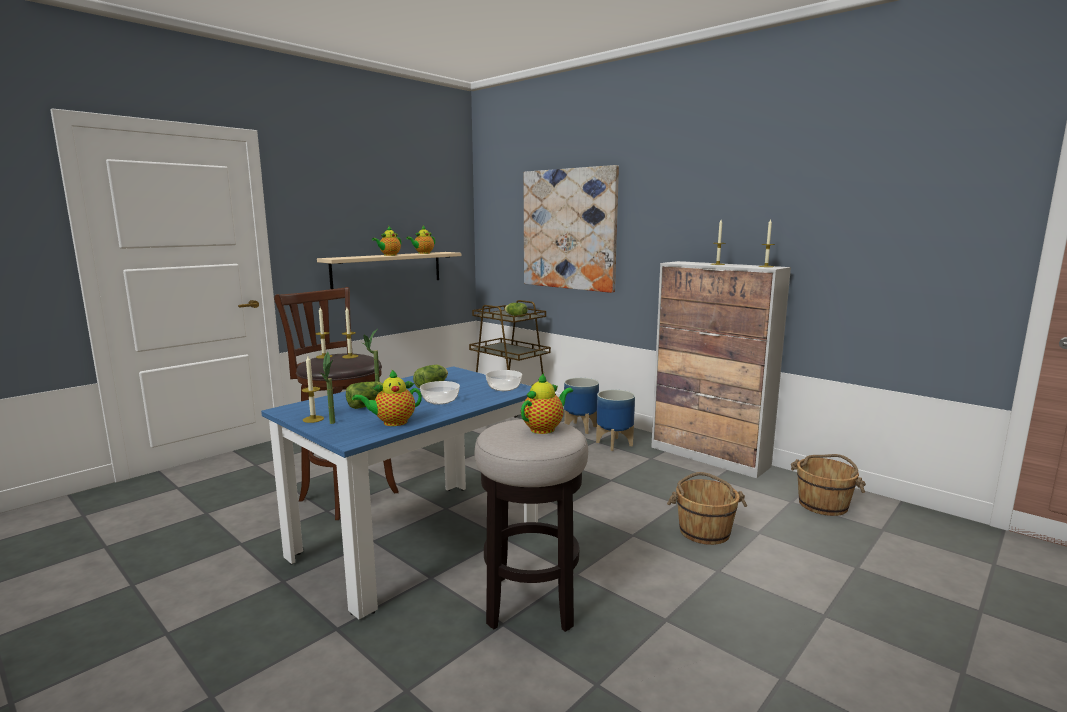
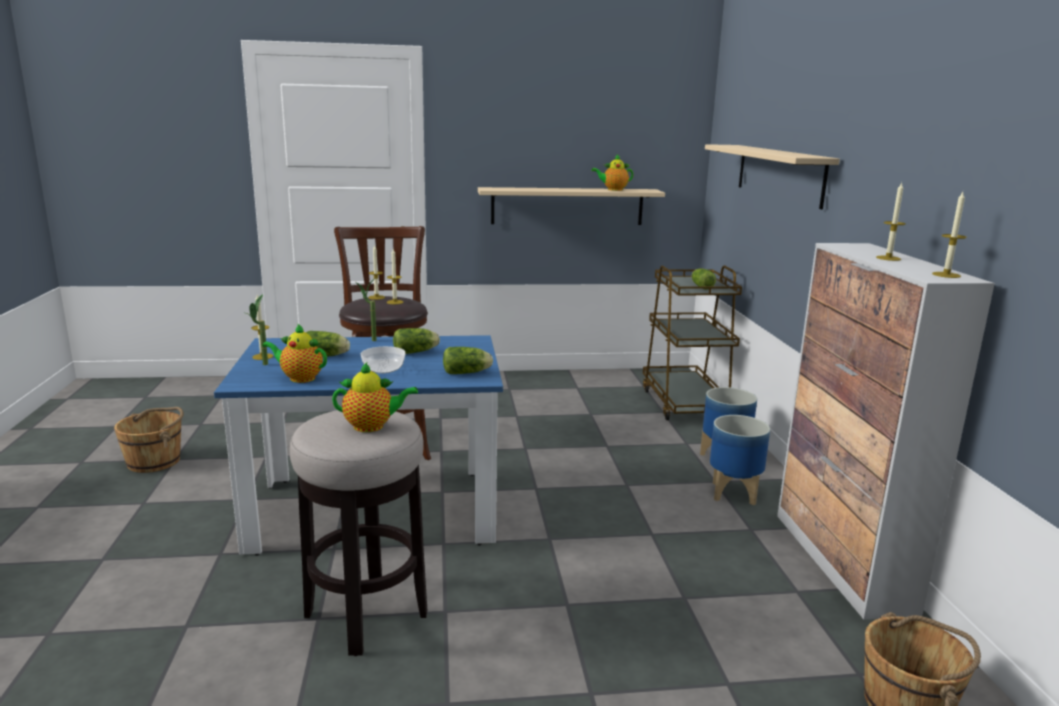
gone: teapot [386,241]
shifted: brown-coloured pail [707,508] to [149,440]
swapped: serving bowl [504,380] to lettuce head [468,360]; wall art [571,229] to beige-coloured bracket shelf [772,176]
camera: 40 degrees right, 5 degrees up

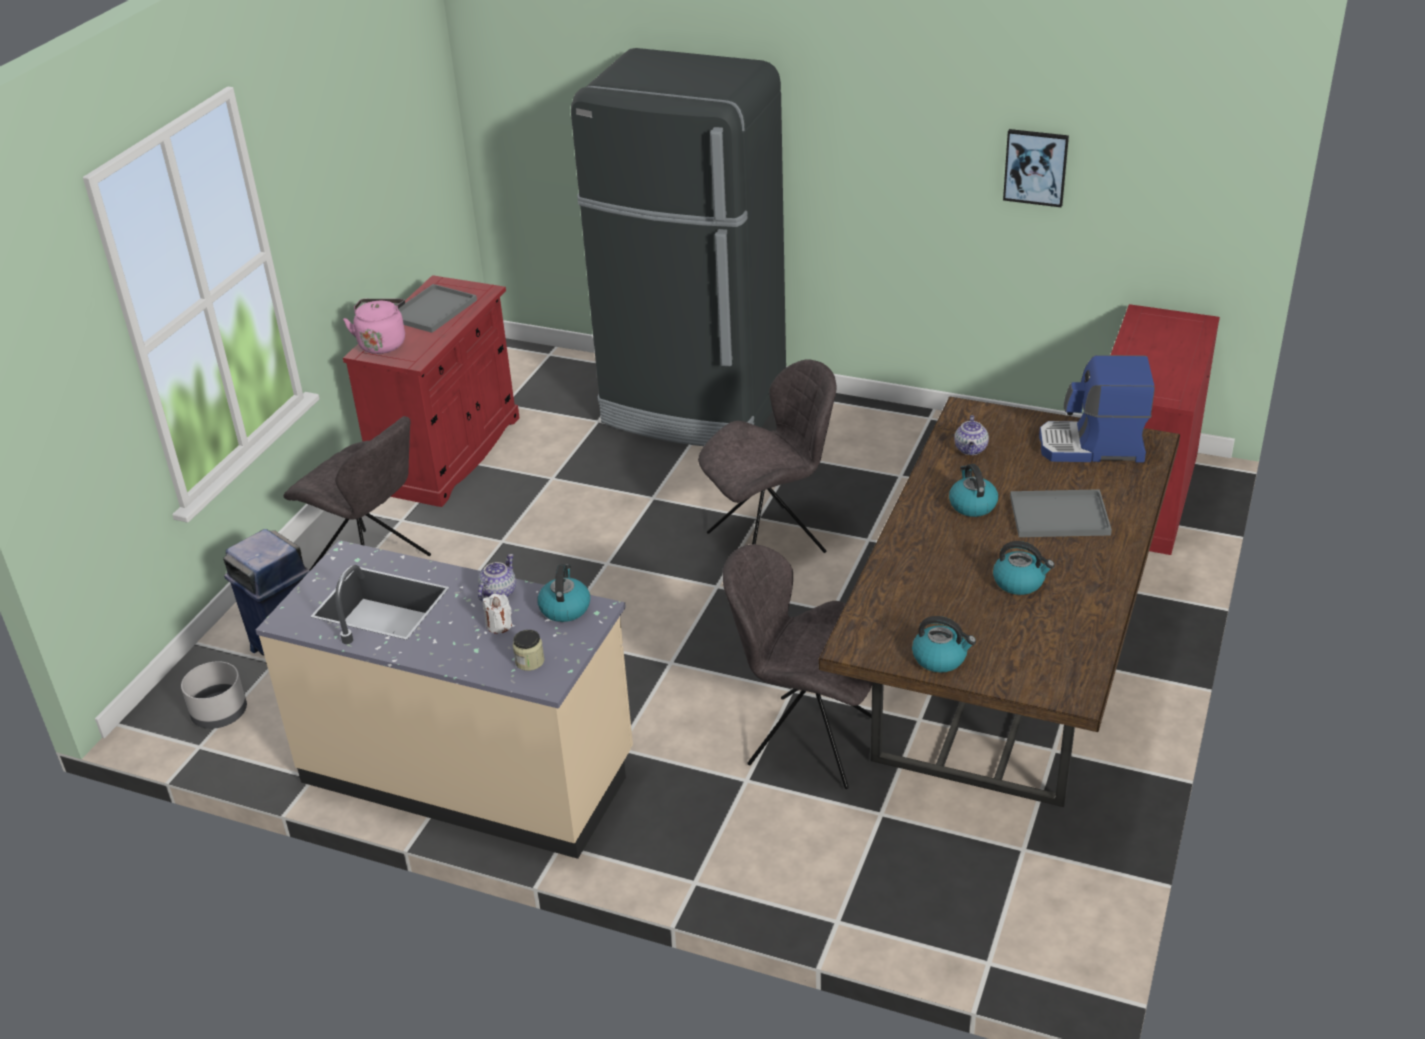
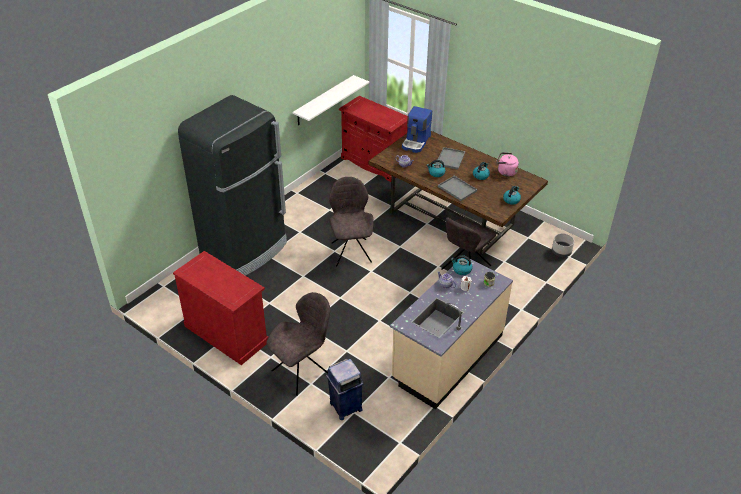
gone: wall art [1036,168]
new: white-coloured bracket shelf [330,100]
shifted: greyish plant pot [214,695] to [563,245]; pink-coloured kettle [374,326] to [507,164]; greyish carrying tray [438,308] to [457,188]
camera: 75 degrees left, 5 degrees up

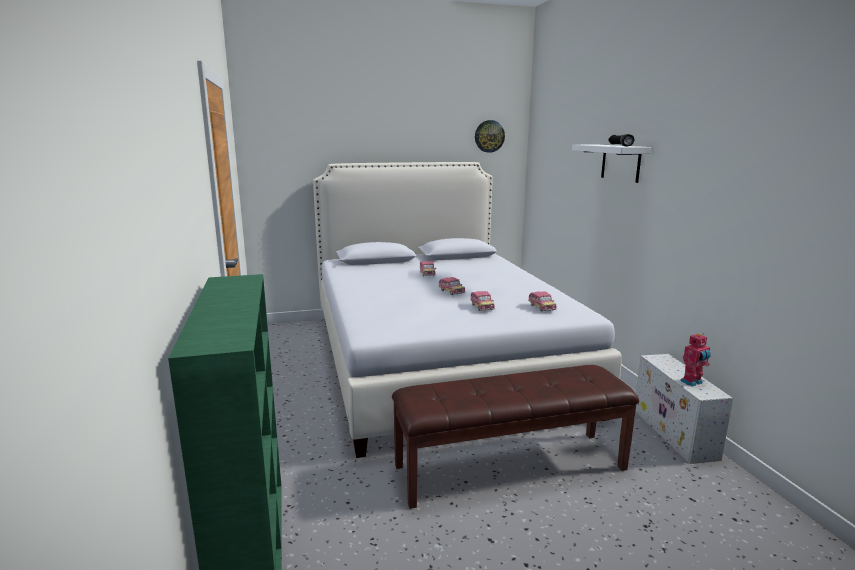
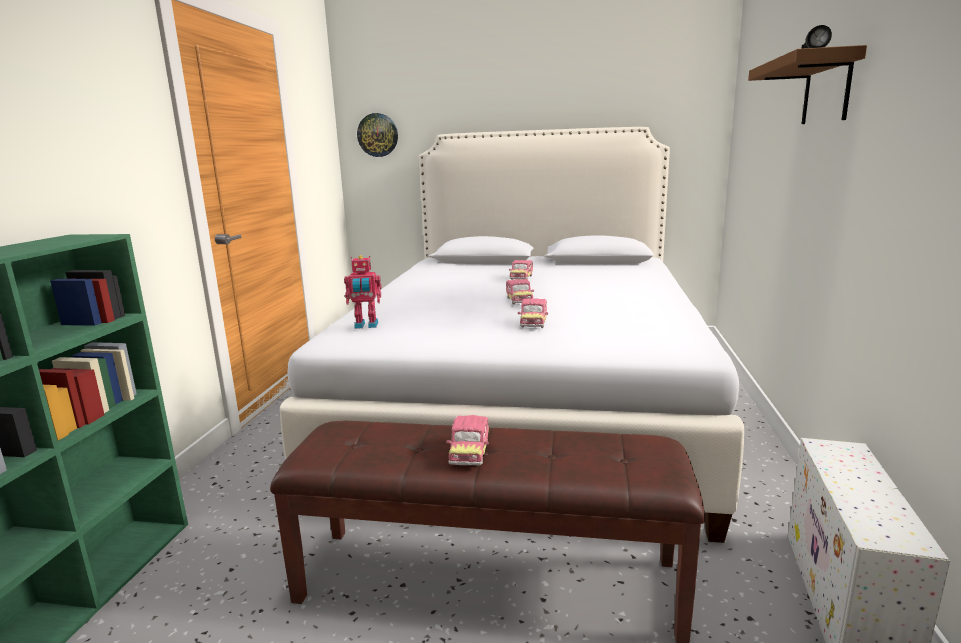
shifted: wall clock [490,136] to [377,135]; toy car [542,301] to [467,440]; model robot [695,360] to [363,292]
repainted: white-coloured bracket shelf [611,164] to brown-coloured bracket shelf [807,84]
camera: 25 degrees right, 0 degrees up

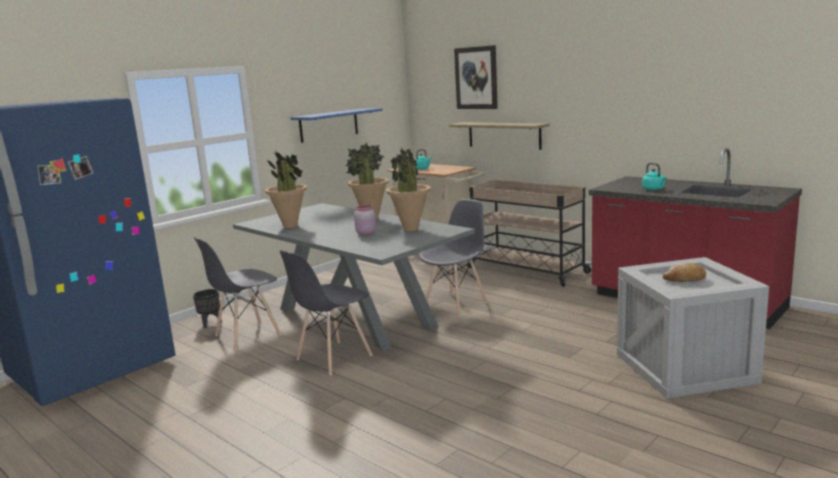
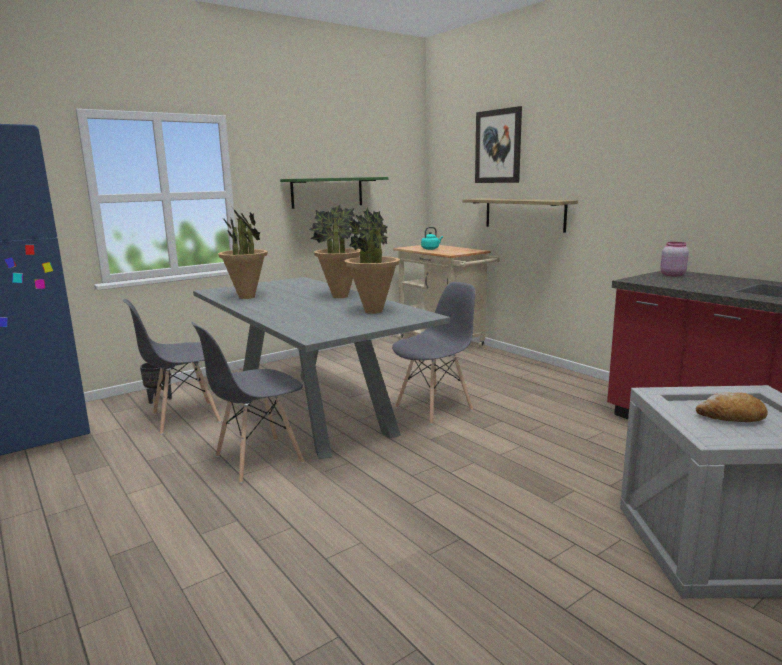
gone: beige-coloured trolley [529,233]; blue-green kettle [654,176]
shifted: pink-coloured preserve jar [365,220] to [674,259]
repainted: blue-coloured bracket shelf [336,125] to green-coloured bracket shelf [334,193]
camera: 10 degrees right, 0 degrees up

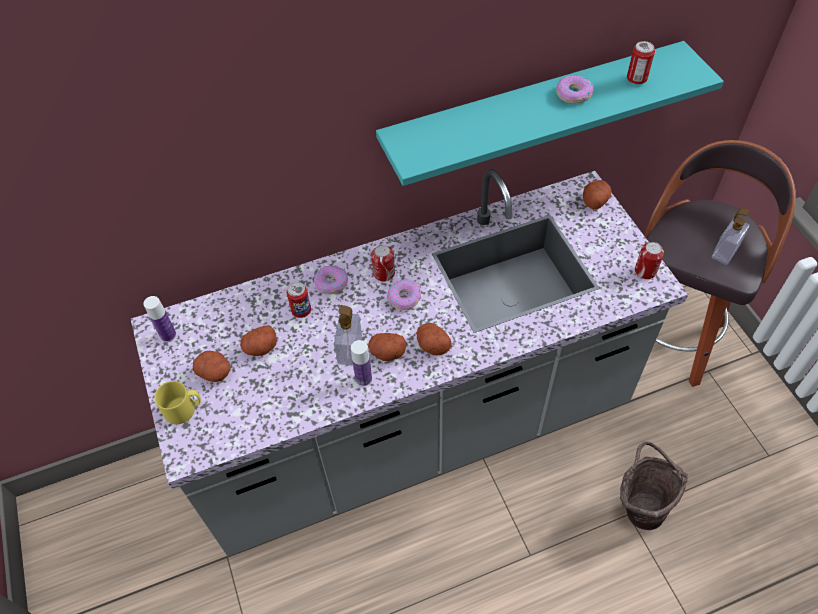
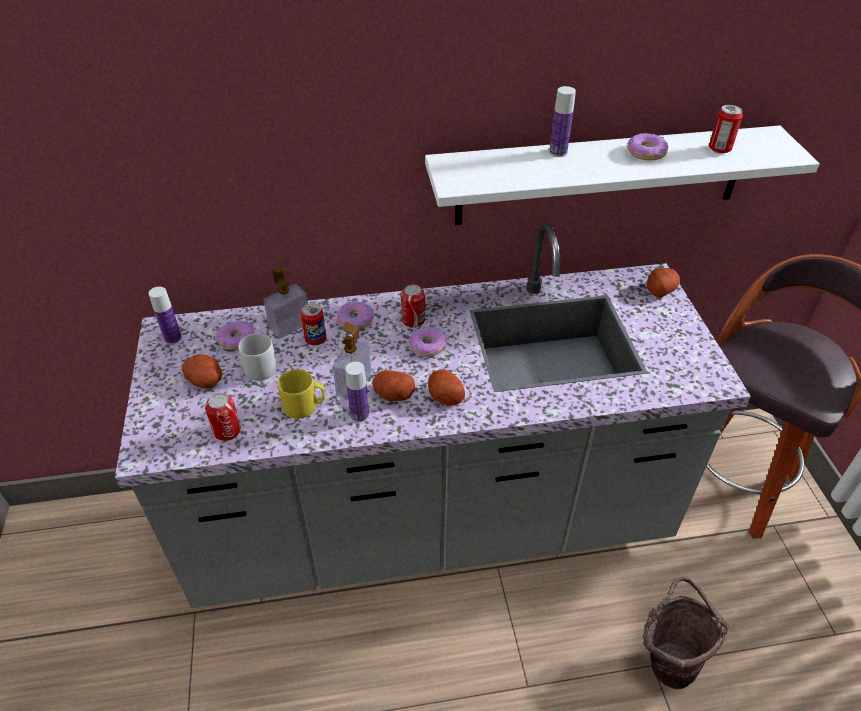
new: doughnut [235,335]; drink bottle [562,121]
shifted: yellowish mug [177,402] to [301,394]; sealed can [649,260] to [223,417]; soap bottle [731,236] to [285,302]
swapped: potato [258,340] to greyish mug [257,357]
repainted: blue-green bracket shelf [550,113] to white-coloured bracket shelf [622,175]
camera: 10 degrees right, 10 degrees down

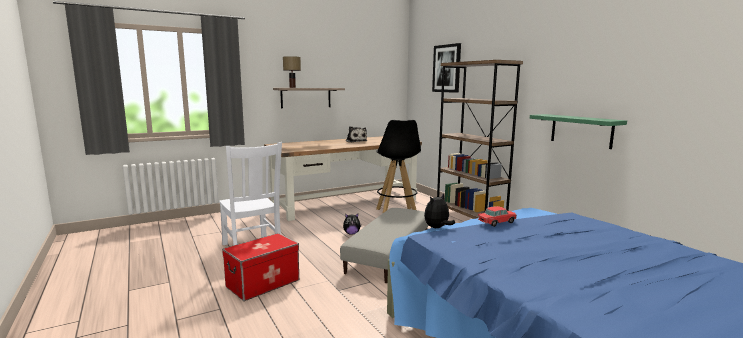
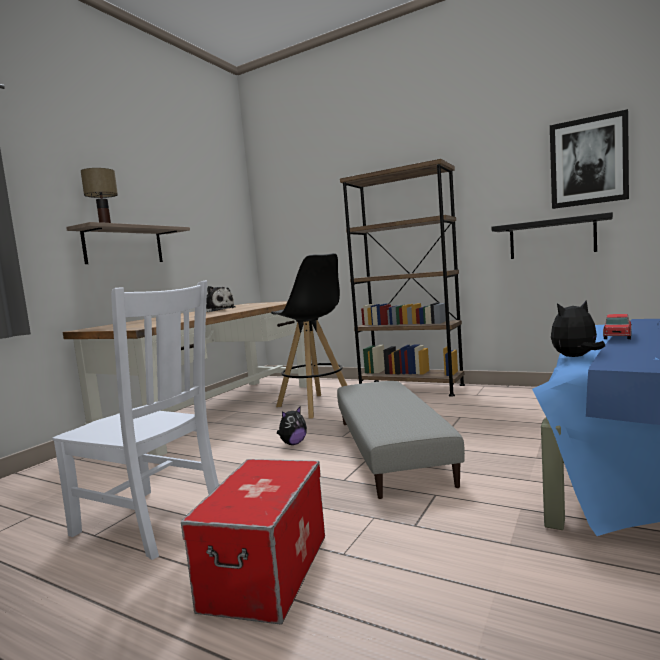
shifted: wall art [446,68] to [589,159]
repainted: green-coloured bracket shelf [578,131] to black-coloured bracket shelf [552,235]
rotated: soft toy [439,210] = [578,328] 60 degrees clockwise
camera: 30 degrees left, 5 degrees down

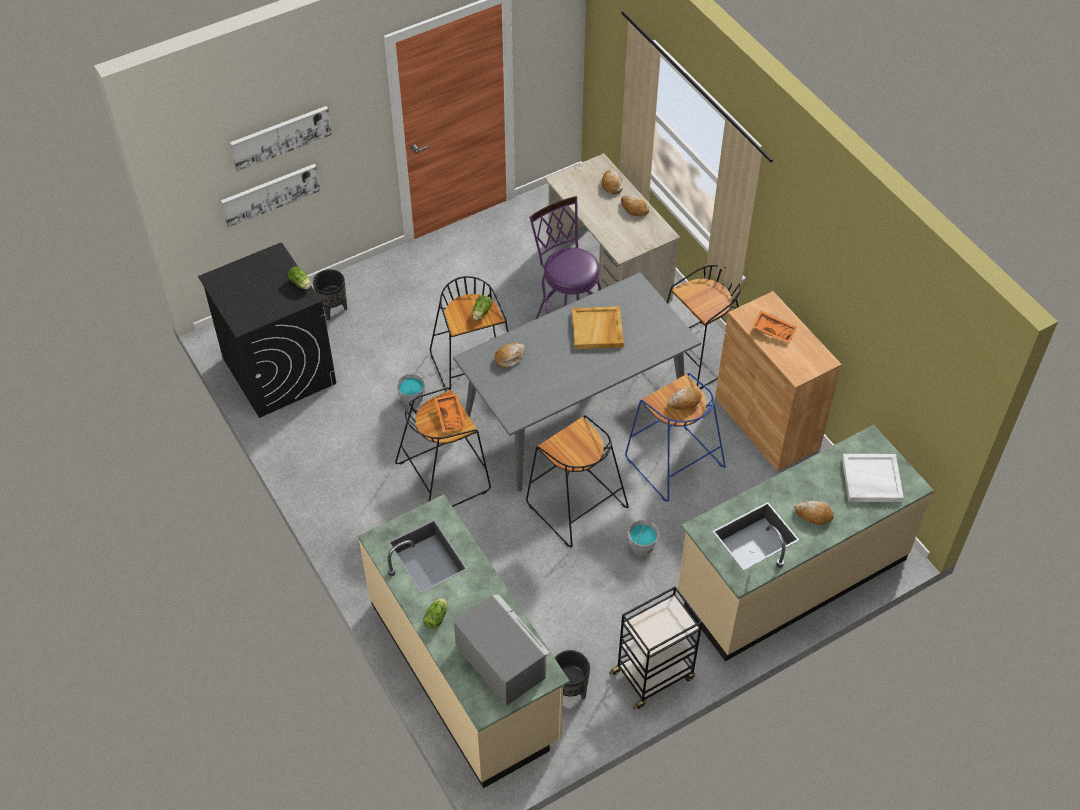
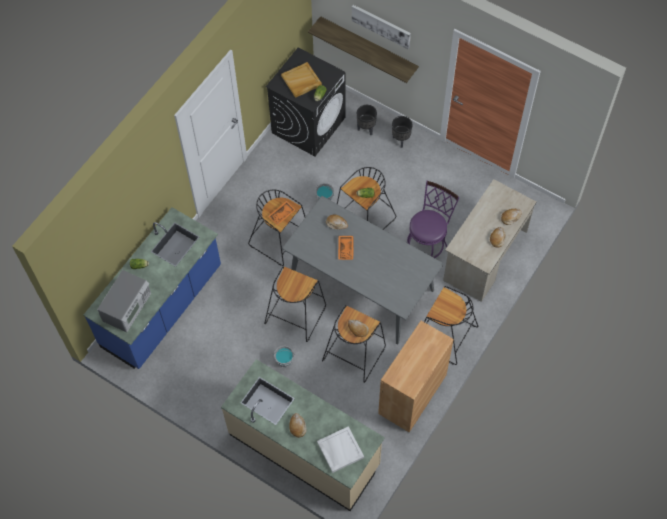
gone: black-coloured trolley [655,648]
shifted: black-coloured plant pot [572,675] to [402,132]; beige-coloured carrying tray [598,327] to [301,80]; orangey carrying tray [774,326] to [345,248]
swapped: wall art [270,196] to bracket shelf [363,49]
repainted: beige-coloured counter [464,641] to blue-coloured counter [152,288]; blue-coloured sitting stool [675,437] to black-coloured sitting stool [354,344]
camera: 65 degrees right, 10 degrees up

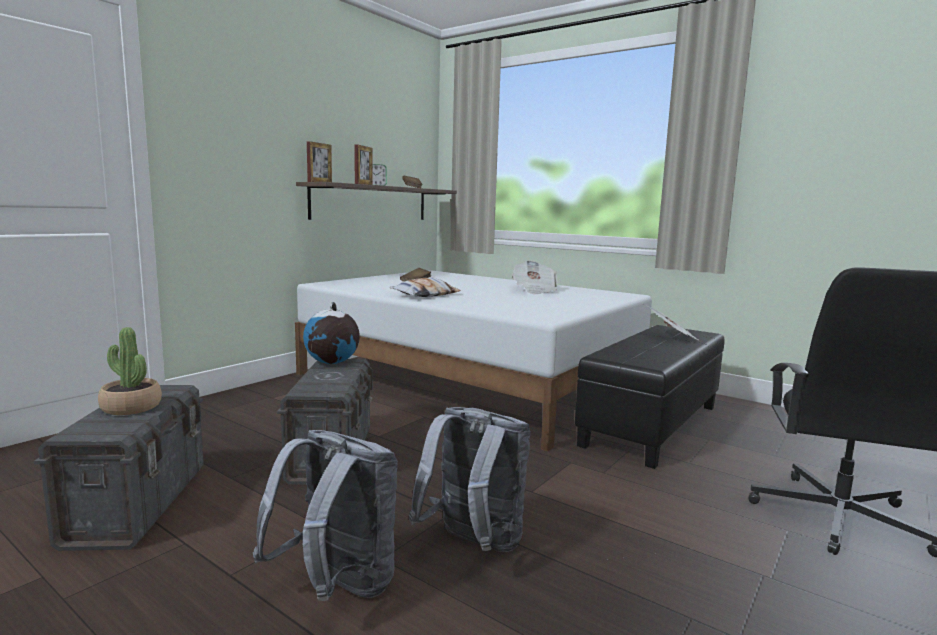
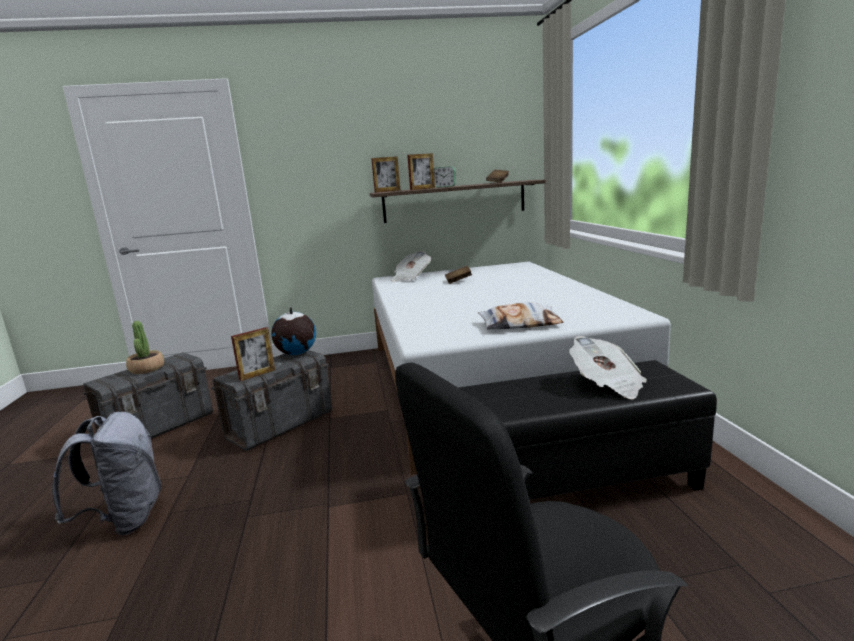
gone: greyish backpack [470,479]
new: photo frame [253,354]
shifted: cushion [425,287] to [520,315]; printed paper [534,277] to [411,266]
camera: 45 degrees right, 5 degrees up

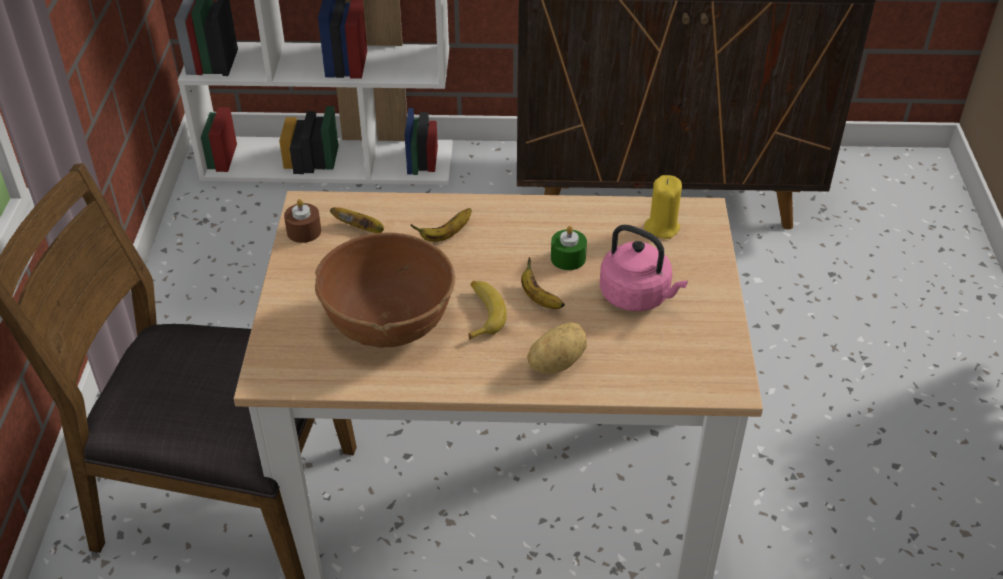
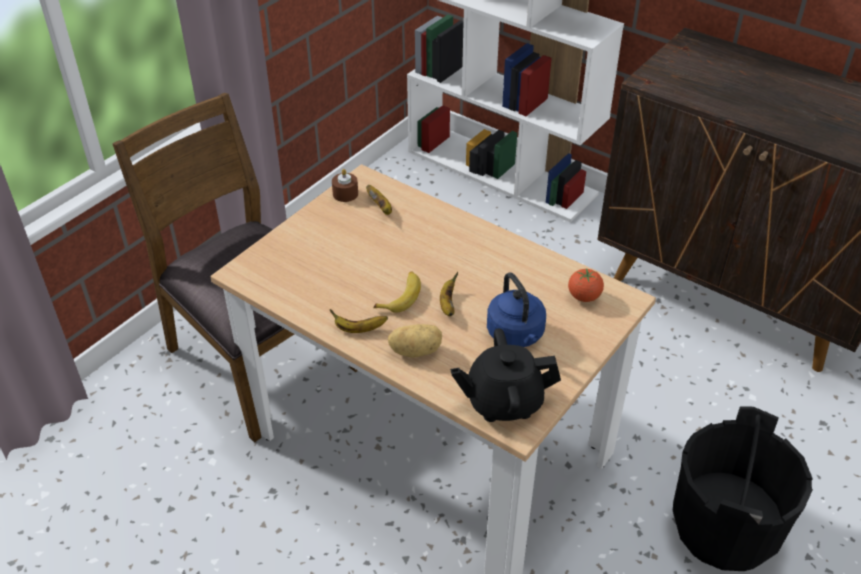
gone: brown-coloured serving bowl [385,290]; green-coloured wax candle [569,248]
new: black-coloured teapot [505,375]; black-coloured pail [743,489]
shifted: whole banana [441,225] to [358,321]
swapped: yellowish wax candle [663,207] to tomato [586,285]
repainted: pink-coloured kettle [644,267] to blue-coloured kettle [516,309]
camera: 35 degrees right, 0 degrees up

